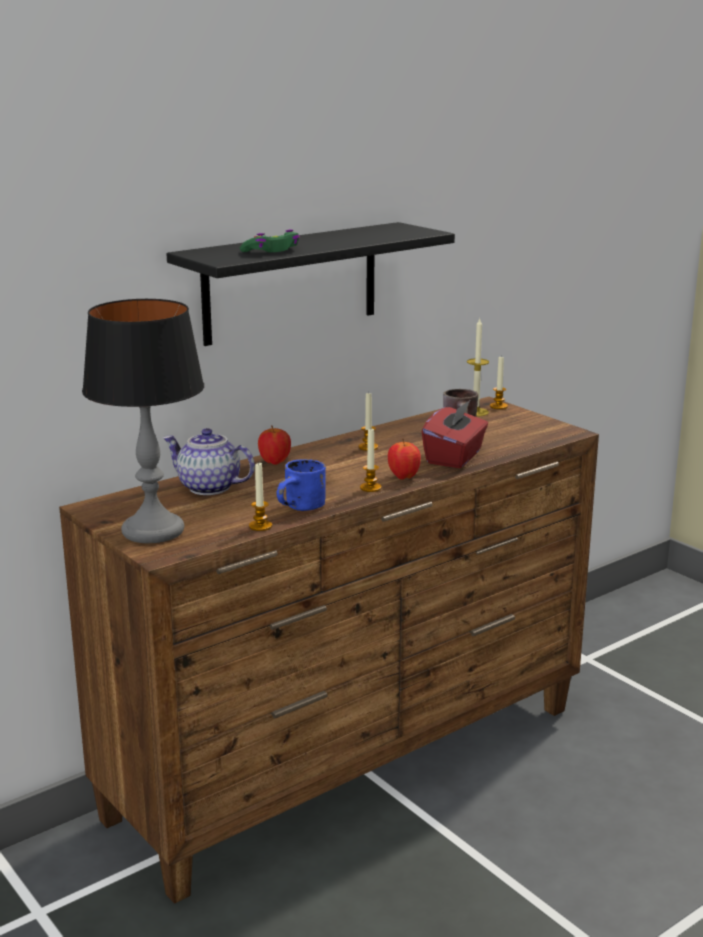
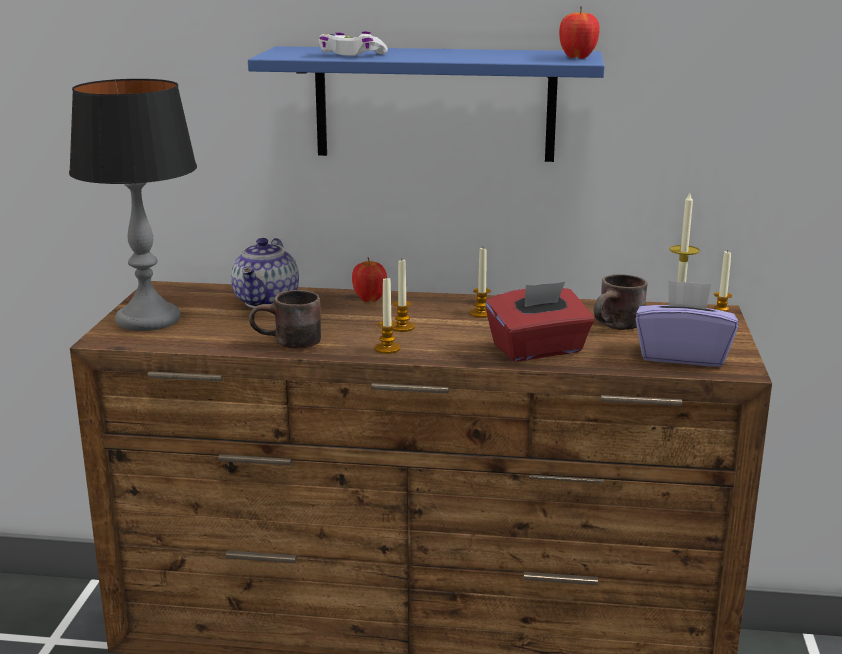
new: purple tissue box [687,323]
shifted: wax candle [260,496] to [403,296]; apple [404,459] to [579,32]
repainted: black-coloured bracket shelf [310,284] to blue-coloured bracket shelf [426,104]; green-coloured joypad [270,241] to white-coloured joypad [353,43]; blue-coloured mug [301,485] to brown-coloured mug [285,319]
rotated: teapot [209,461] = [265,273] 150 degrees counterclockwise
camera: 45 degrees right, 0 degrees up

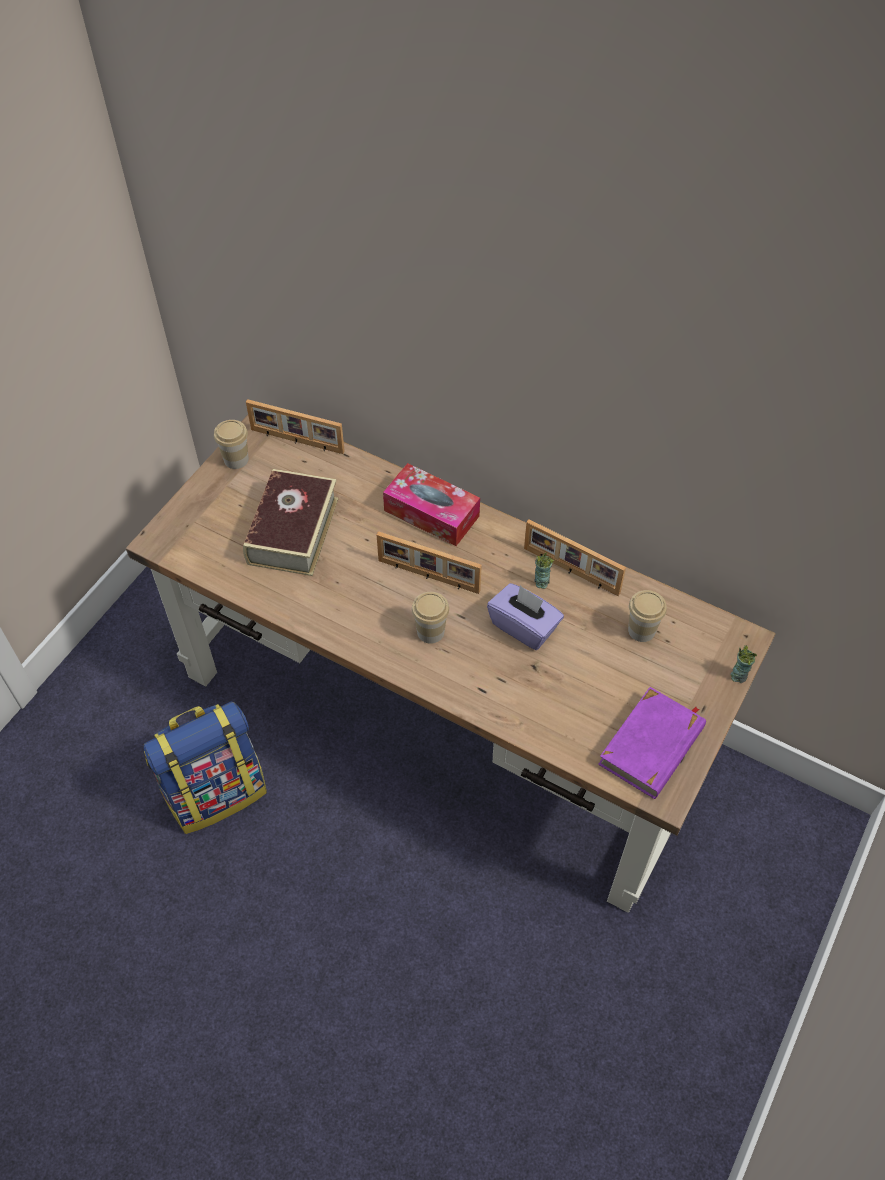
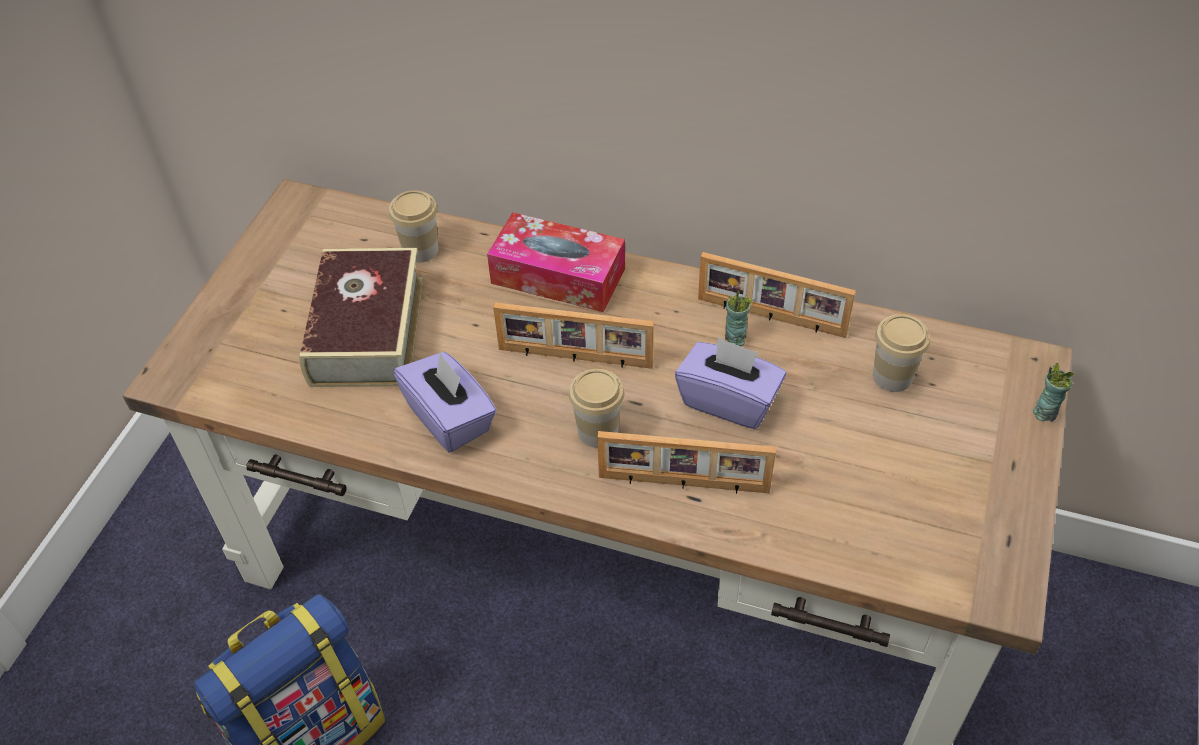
gone: purple book [652,743]
new: purple tissue box [445,402]
shifted: drinking cup [231,444] to [413,226]; photo frame [295,426] to [686,462]
camera: 10 degrees left, 5 degrees down

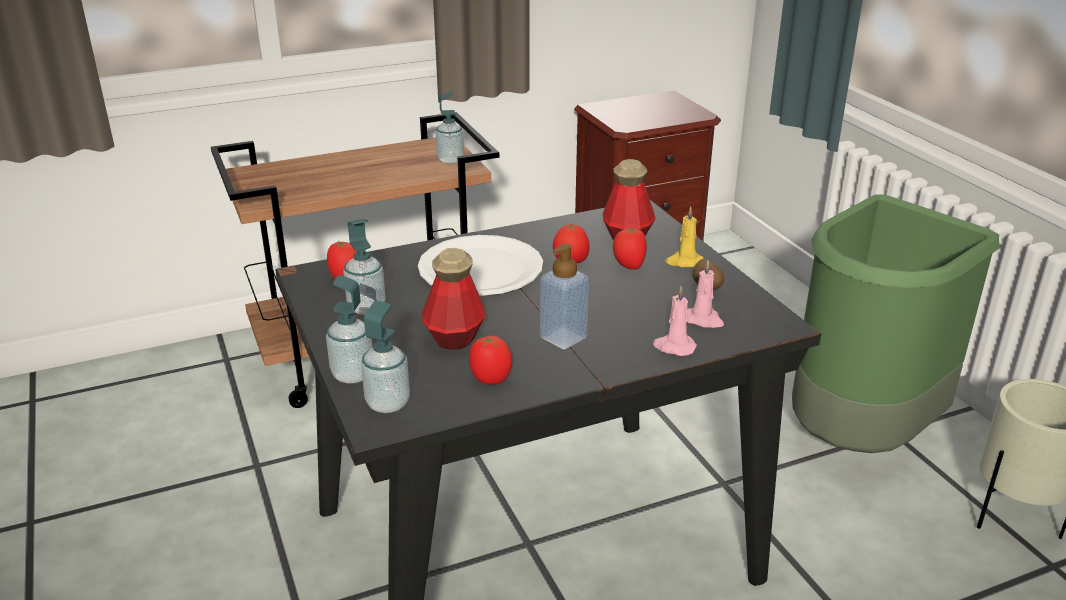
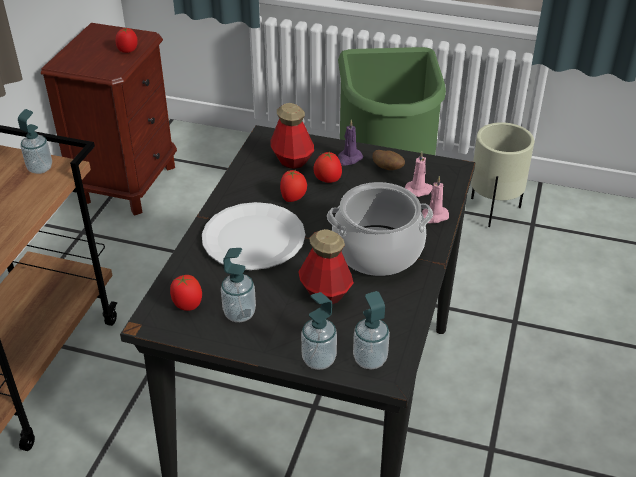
shifted: tomato [490,360] to [127,40]
swapped: soap bottle [564,297] to stockpot [380,229]
repainted: yellowish wax candle [685,236] to purple wax candle [350,143]
camera: 50 degrees left, 10 degrees up

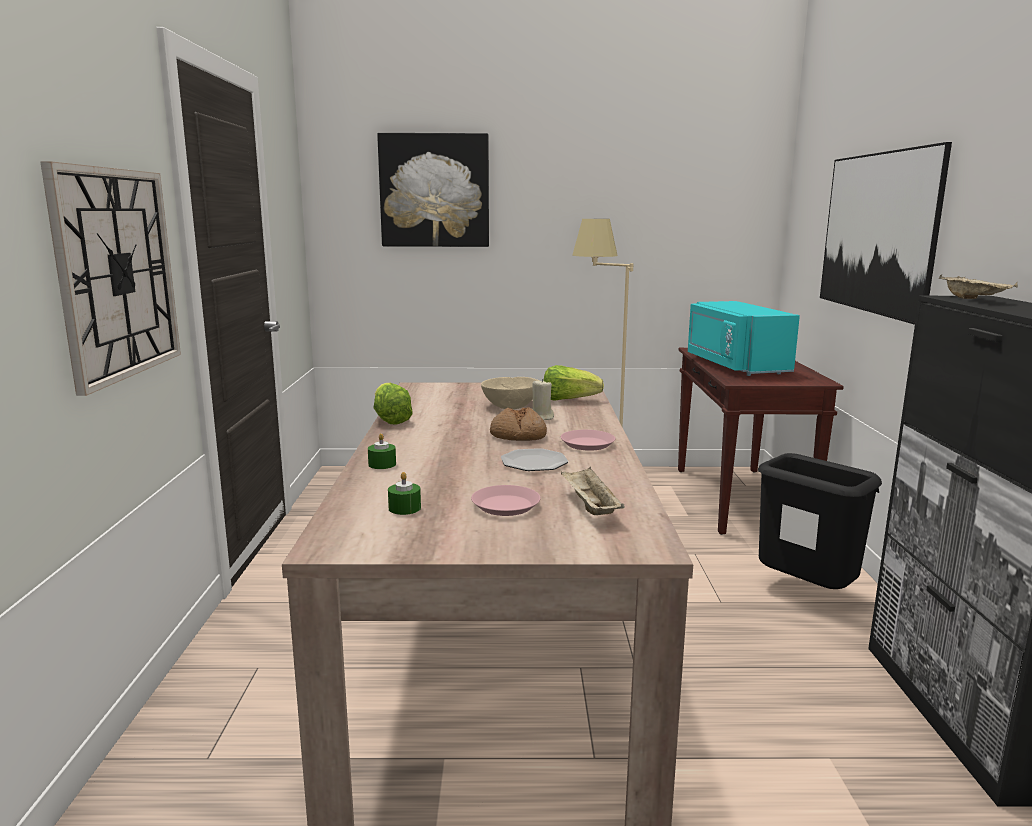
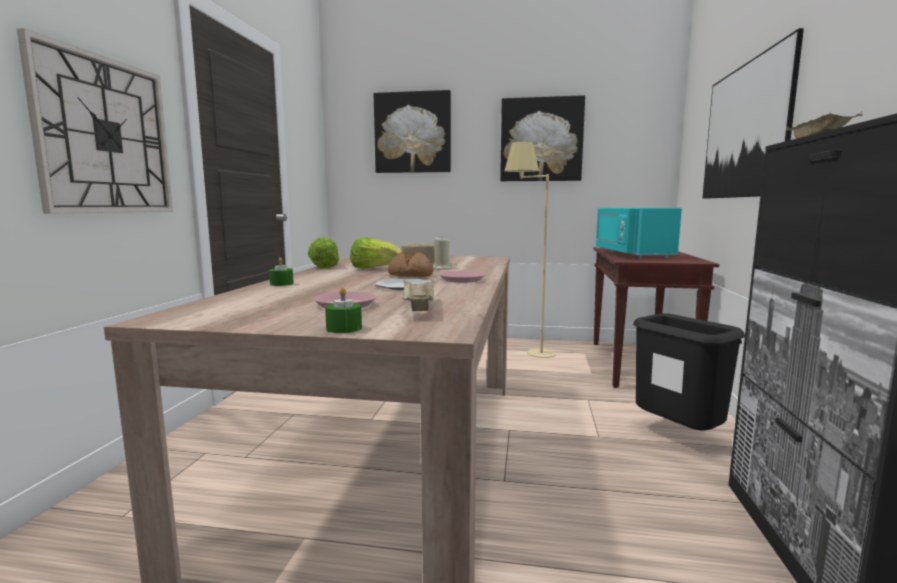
new: wall art [542,138]
shifted: green-coloured wax candle [404,493] to [343,310]; lettuce head [573,383] to [376,253]
camera: 10 degrees right, 5 degrees down

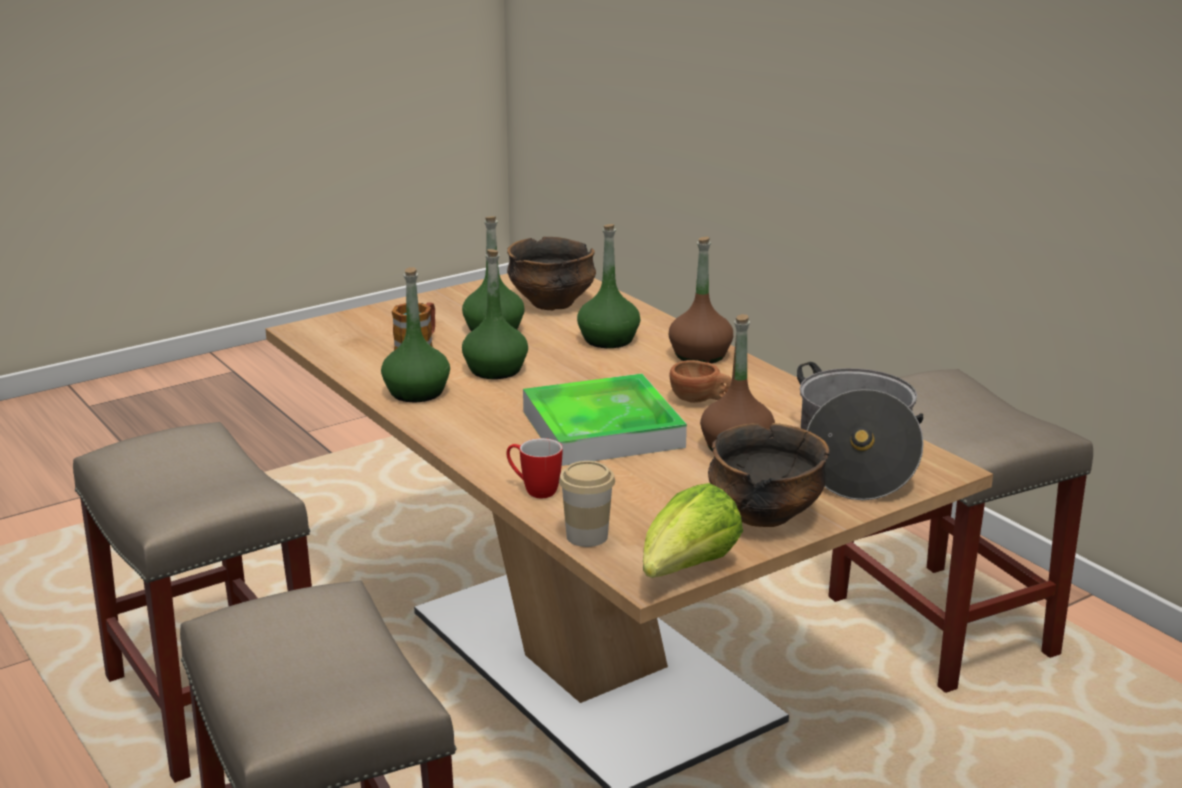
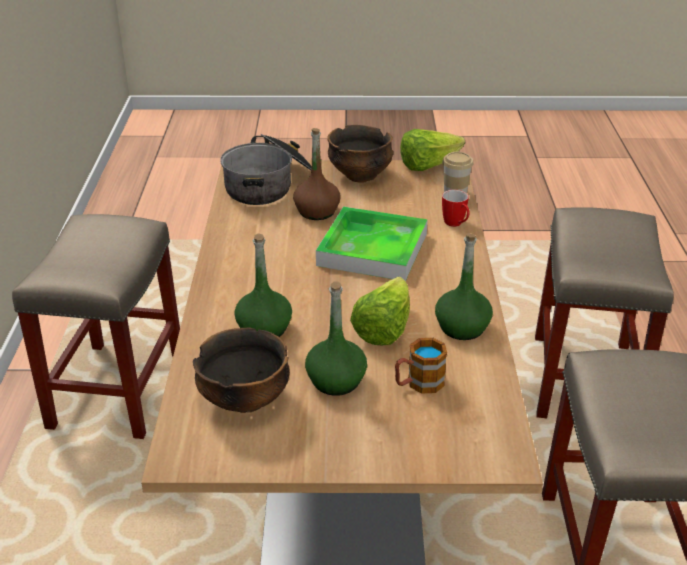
gone: brown-coloured drink bottle [701,300]; brown-coloured drinking cup [701,381]
swapped: green-coloured drink bottle [495,314] to lettuce head [380,311]
camera: 145 degrees left, 10 degrees up

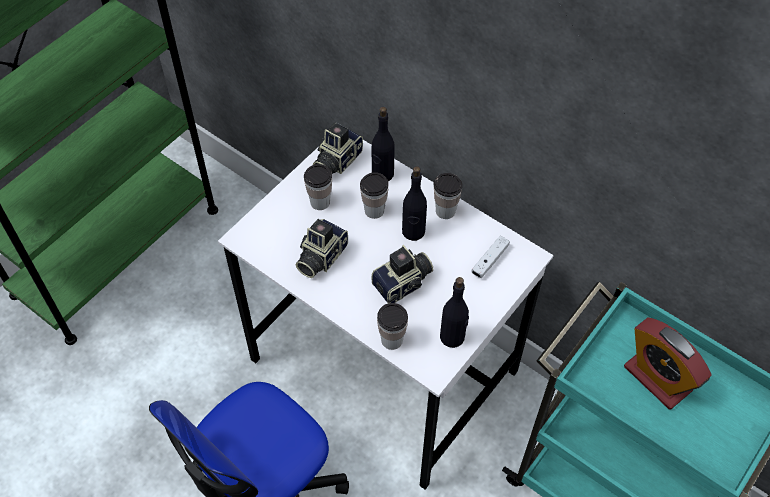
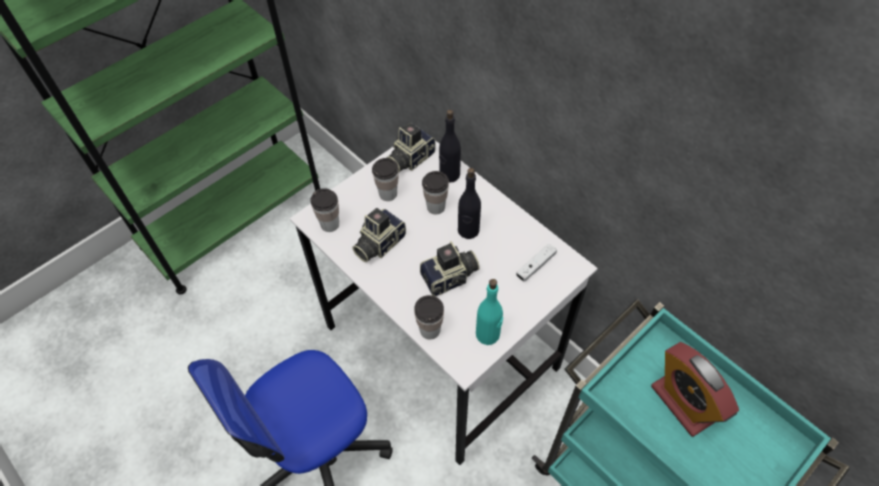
shifted: drinking cup [448,196] to [324,210]
repainted: black-coloured drink bottle [454,312] to blue-green drink bottle [489,312]
camera: 10 degrees right, 0 degrees up

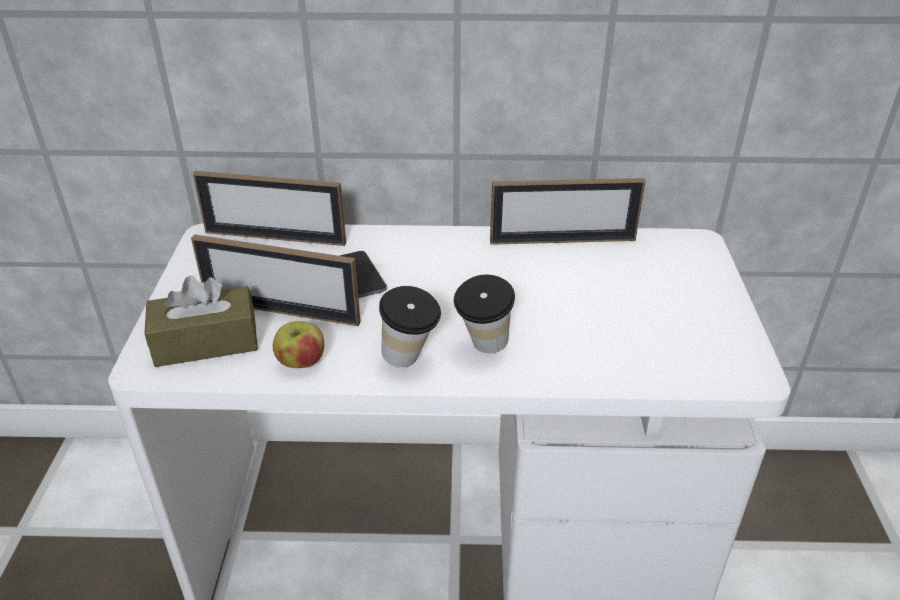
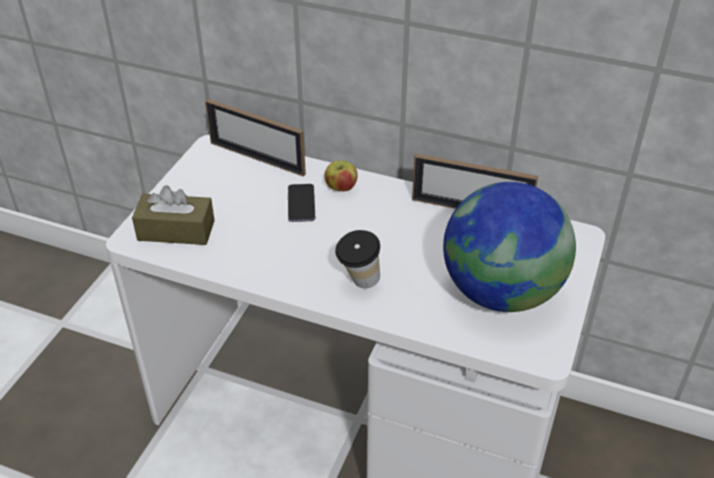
gone: photo frame [276,280]; drinking cup [410,326]
new: globe [509,247]
shifted: apple [298,344] to [341,176]
camera: 20 degrees right, 5 degrees up

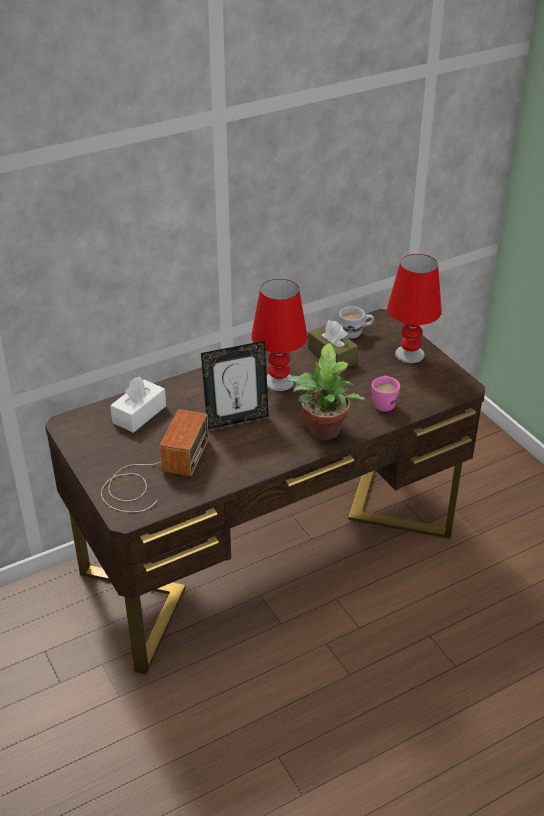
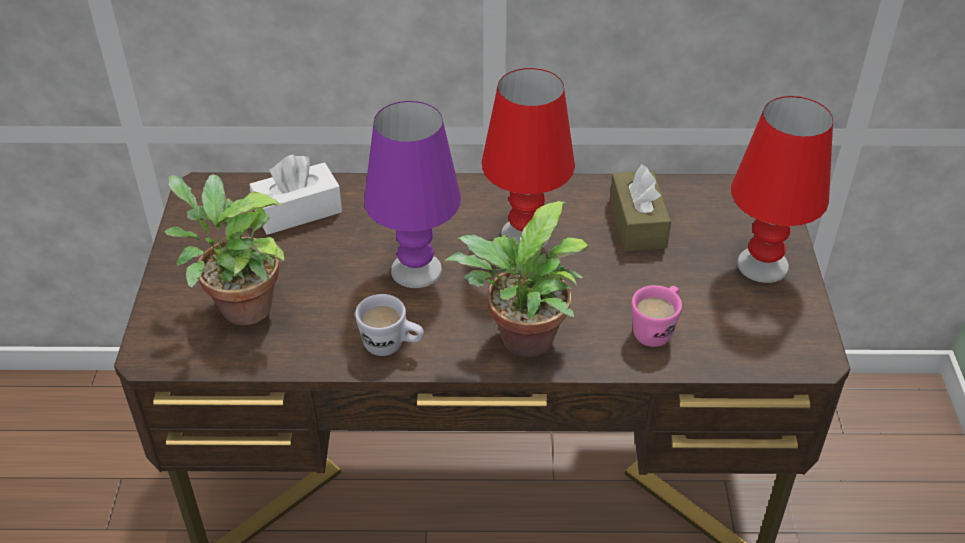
shifted: white-coloured mug [356,322] to [389,325]
swapped: radio set [155,460] to potted plant [225,249]; photo frame [235,385] to purple tabletop lamp [412,194]
camera: 30 degrees right, 5 degrees up

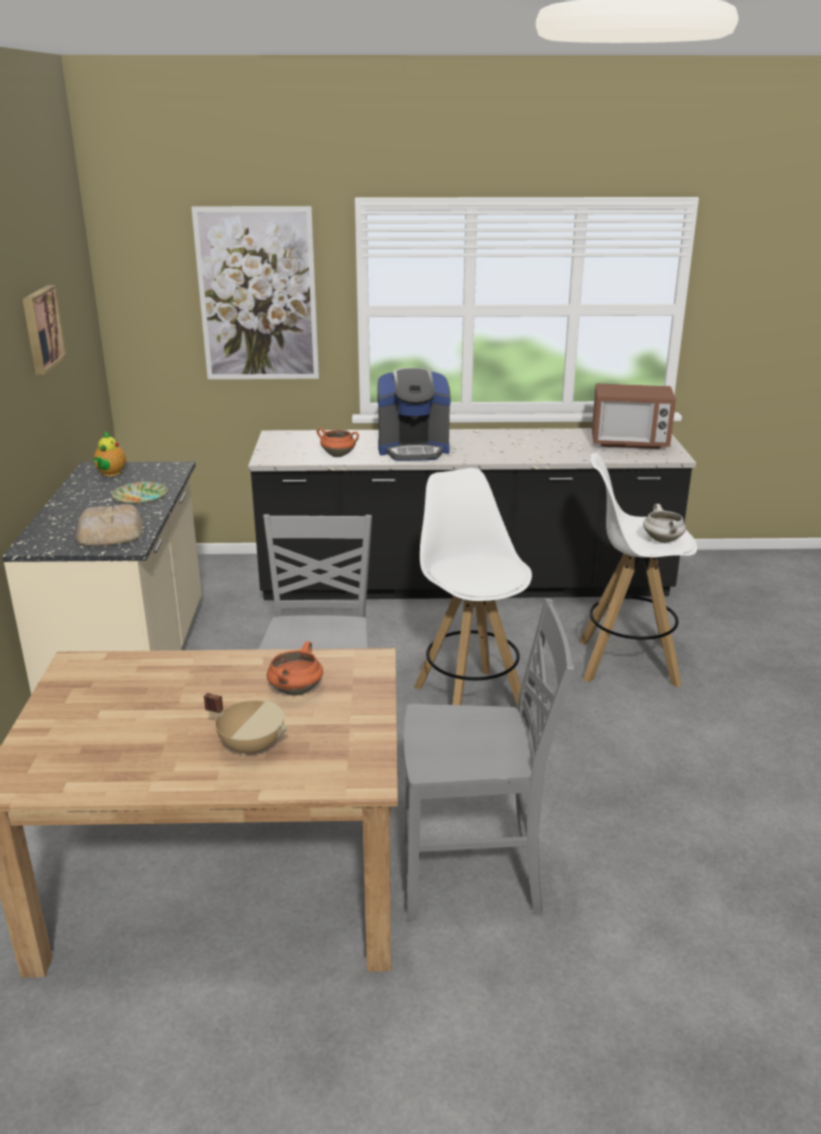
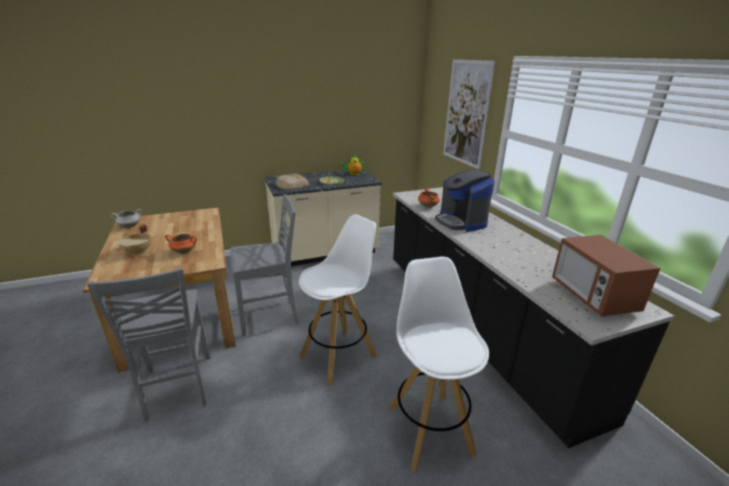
gone: wall art [45,330]
shifted: white-coloured stockpot [664,523] to [126,218]
camera: 70 degrees right, 0 degrees up

